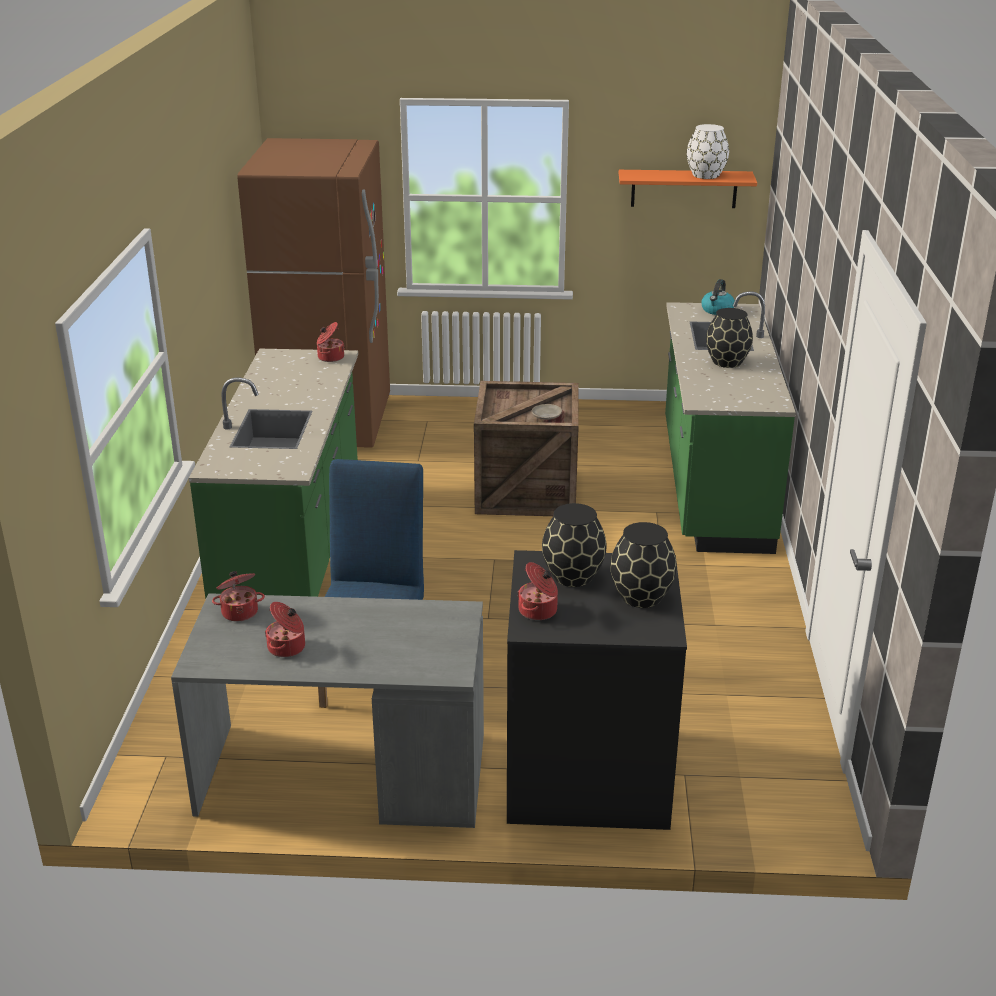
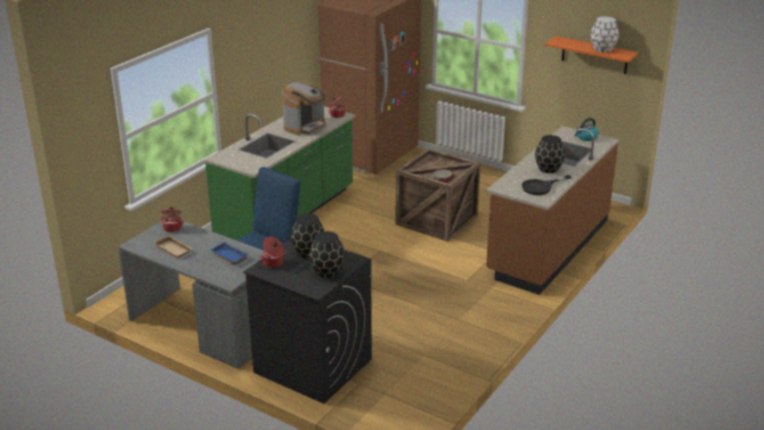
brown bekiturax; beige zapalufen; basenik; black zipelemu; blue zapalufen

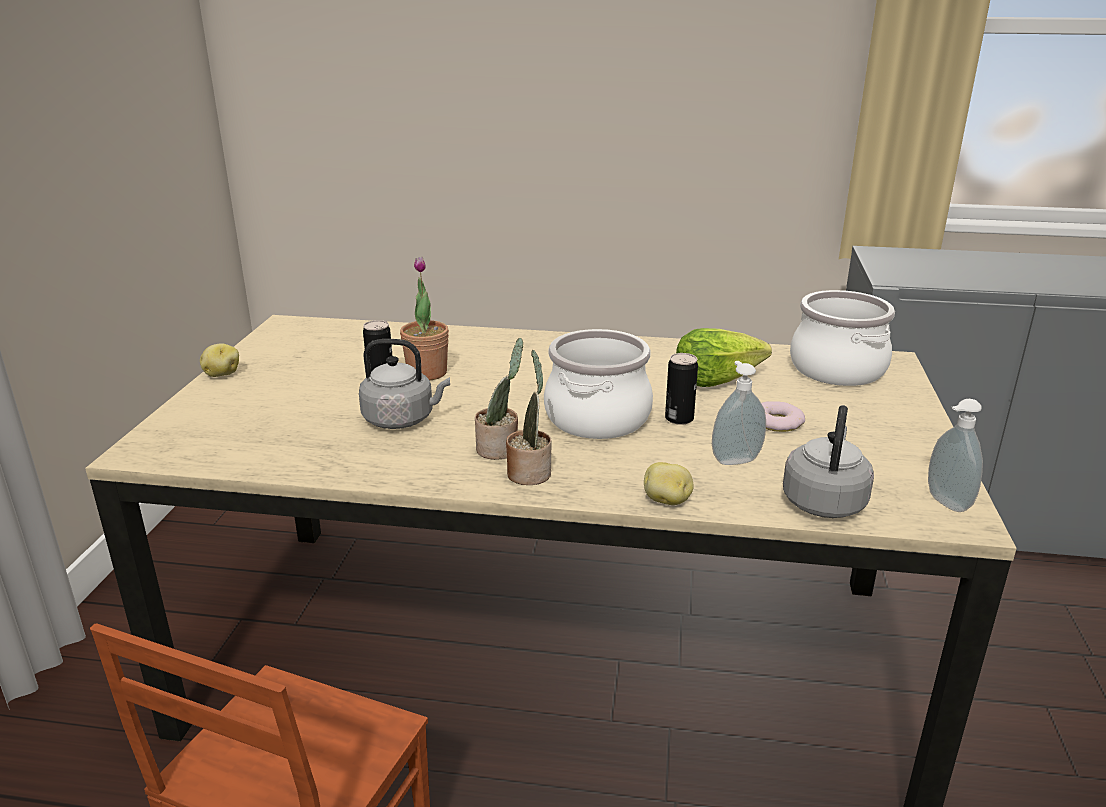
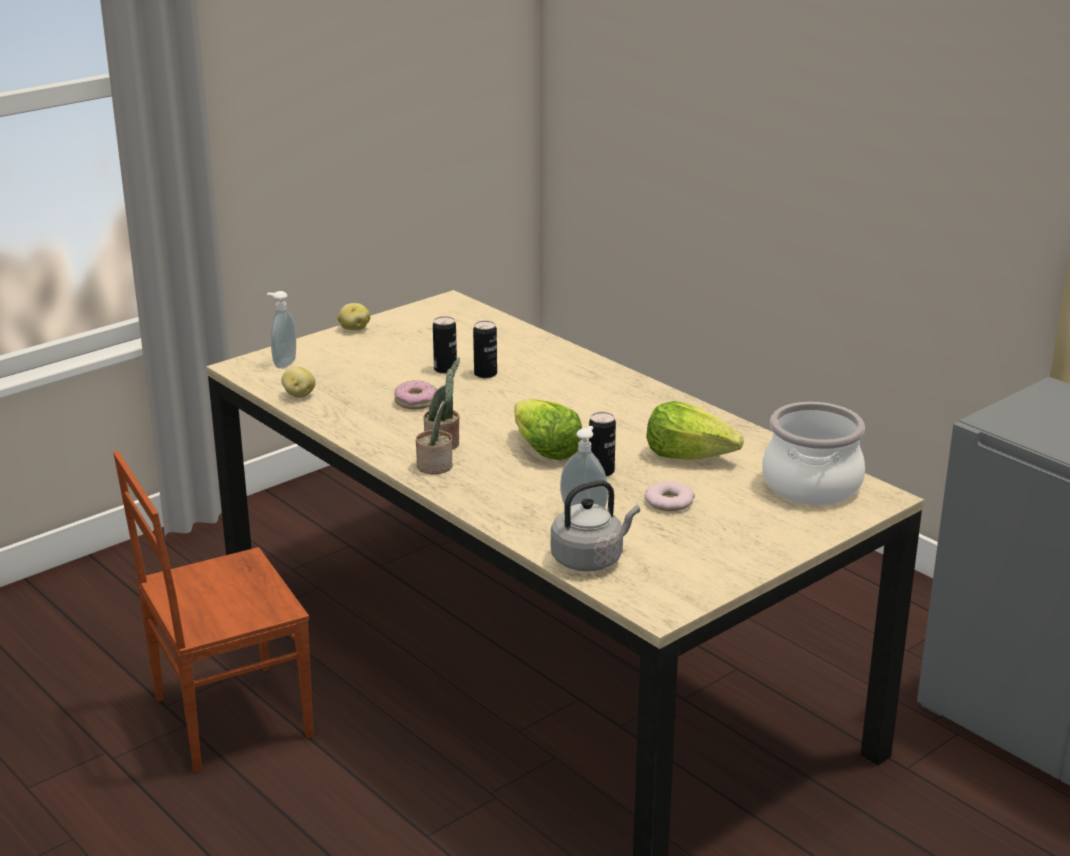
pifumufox (2nd from left); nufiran (1st from left); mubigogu (1st from left); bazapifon (1st from left); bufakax (1st from left)

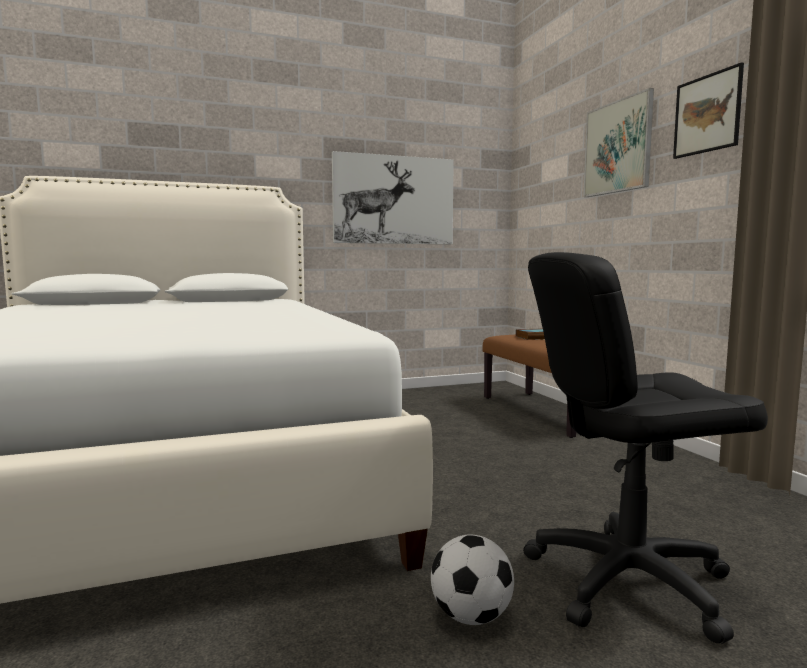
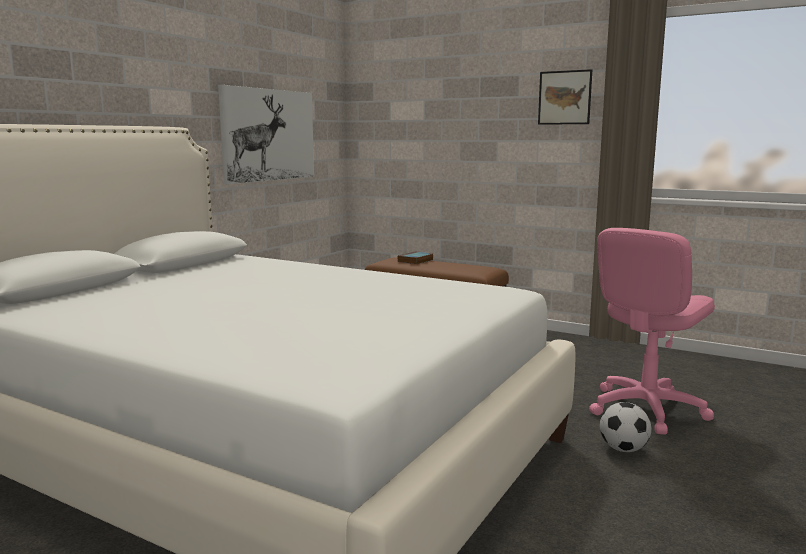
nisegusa (2nd from left in the first image); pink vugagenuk

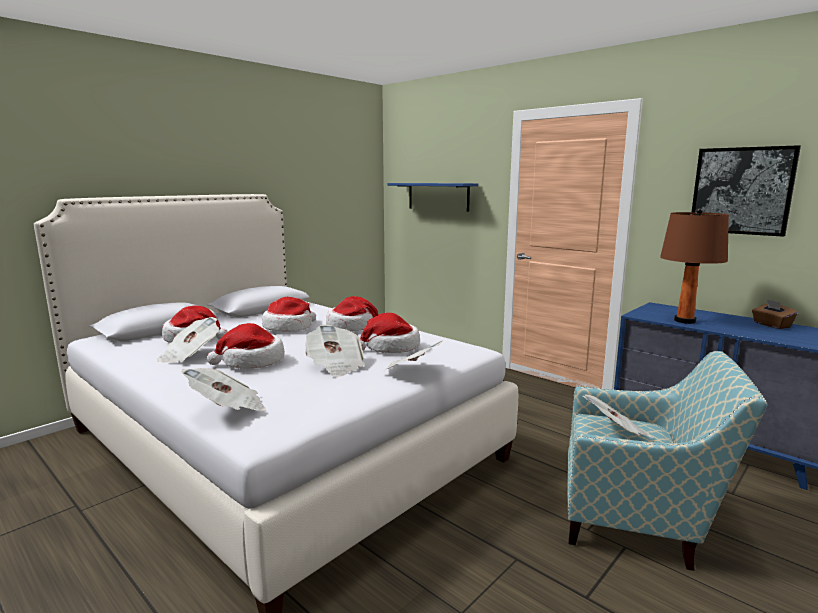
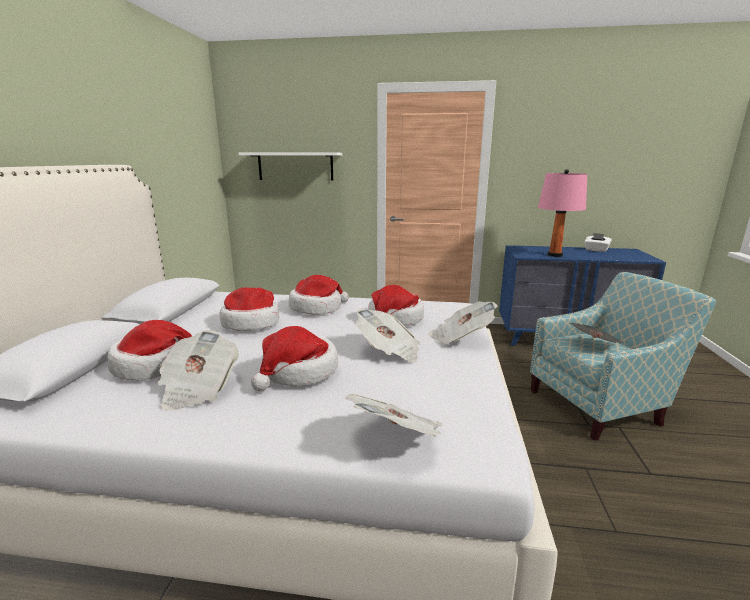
nisegusa; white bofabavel; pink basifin; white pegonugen

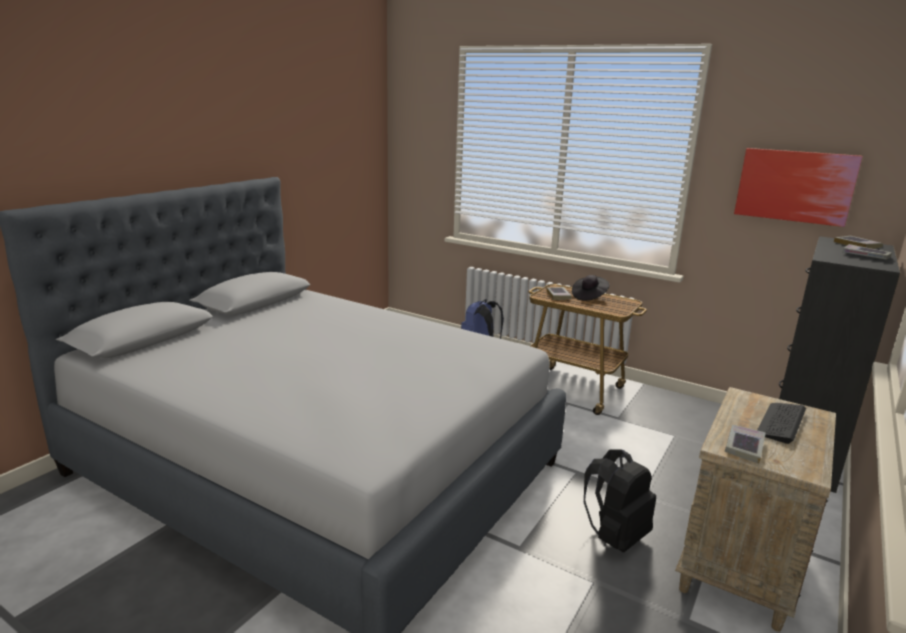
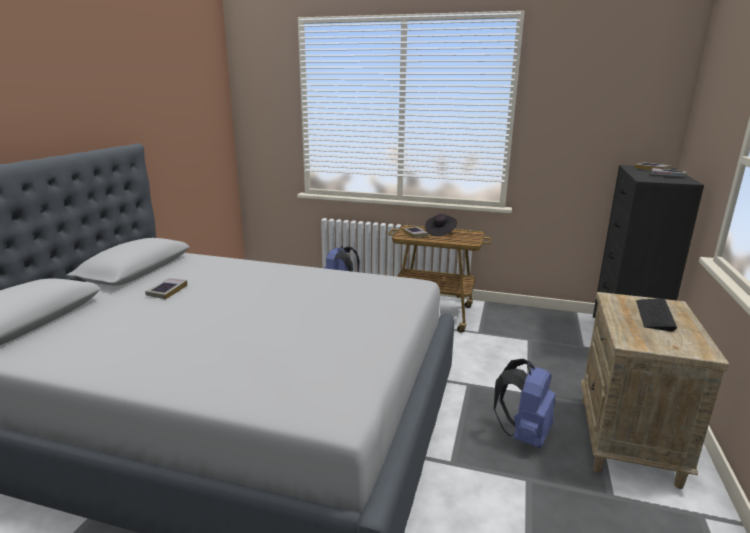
nisegusa; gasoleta (1st from left); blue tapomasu (2nd from left)

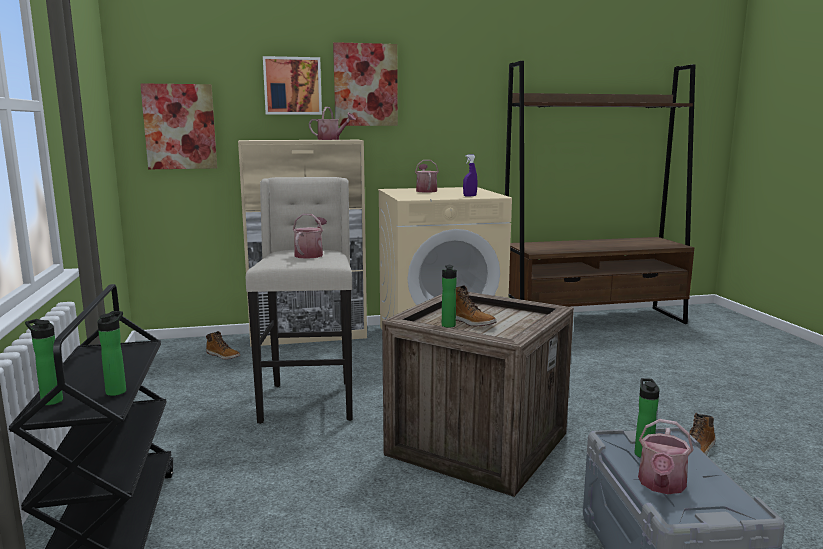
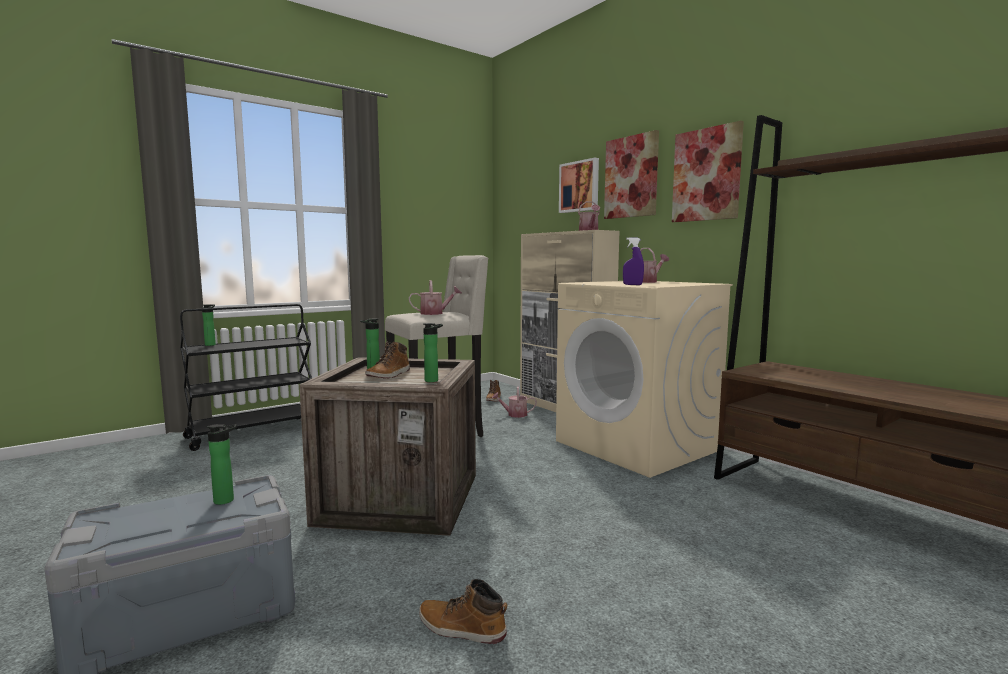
nisegusa (3rd from left); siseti (4th from left); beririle (2nd from left)

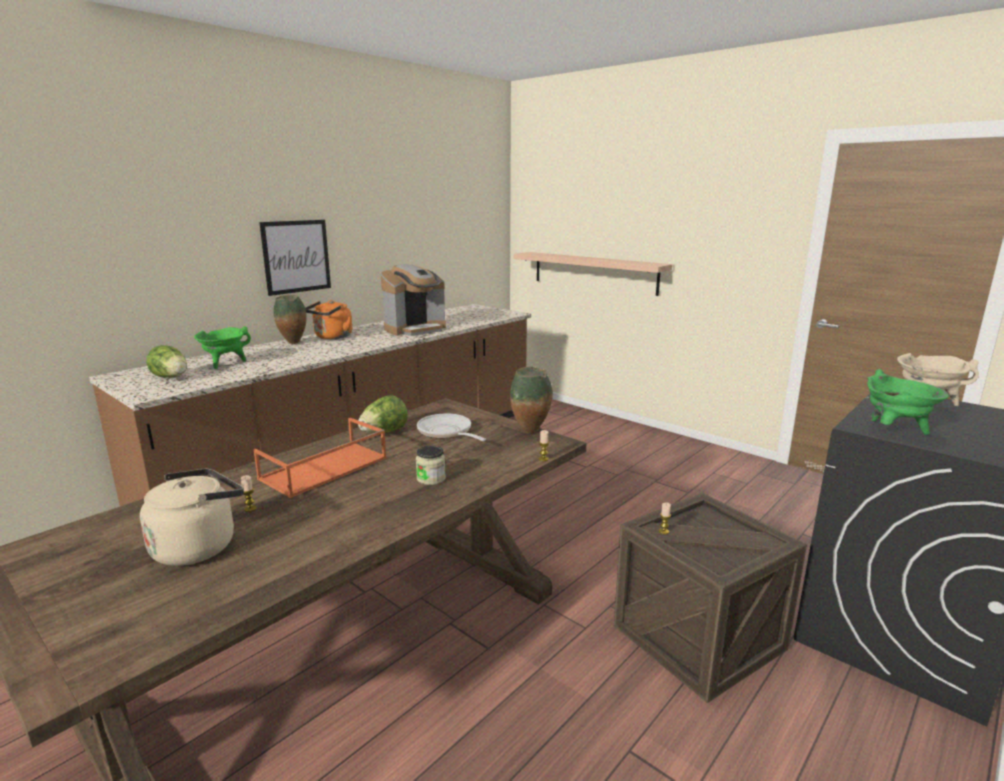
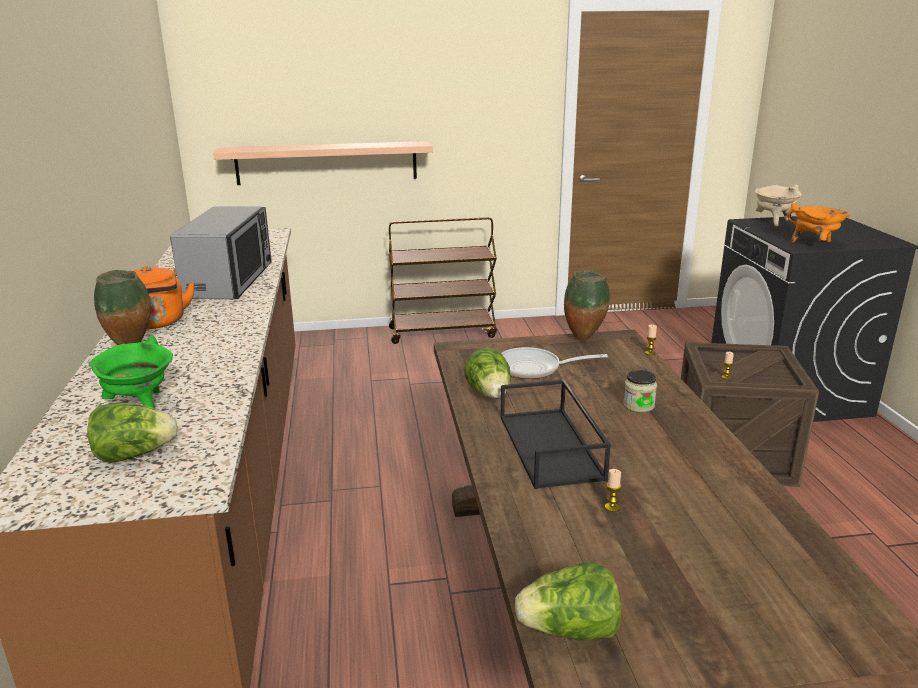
nisegusa; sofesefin; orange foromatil; black zapalufen; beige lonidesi; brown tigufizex; nufiran (3rd from left)

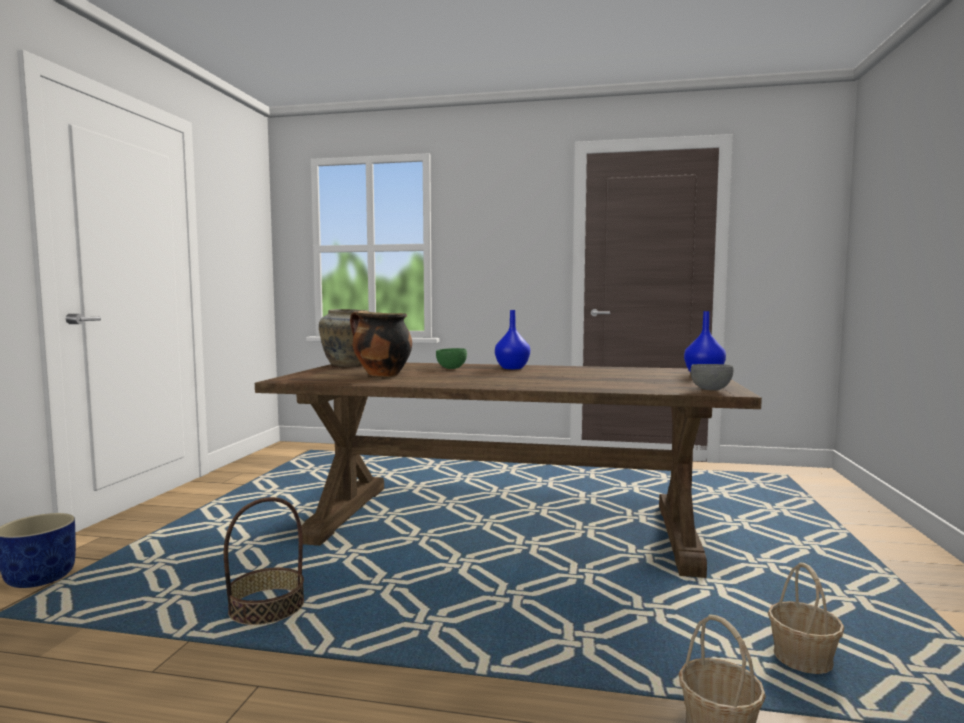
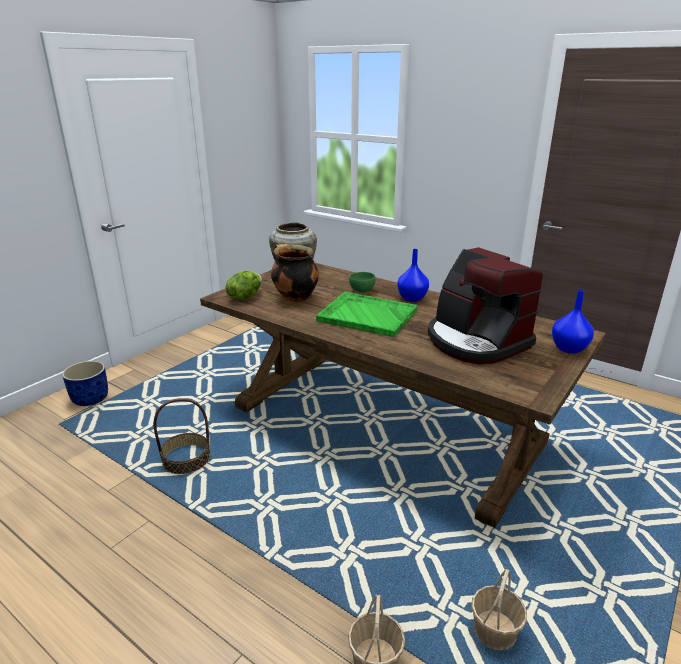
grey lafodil; basenik; nufiran; green zapalufen

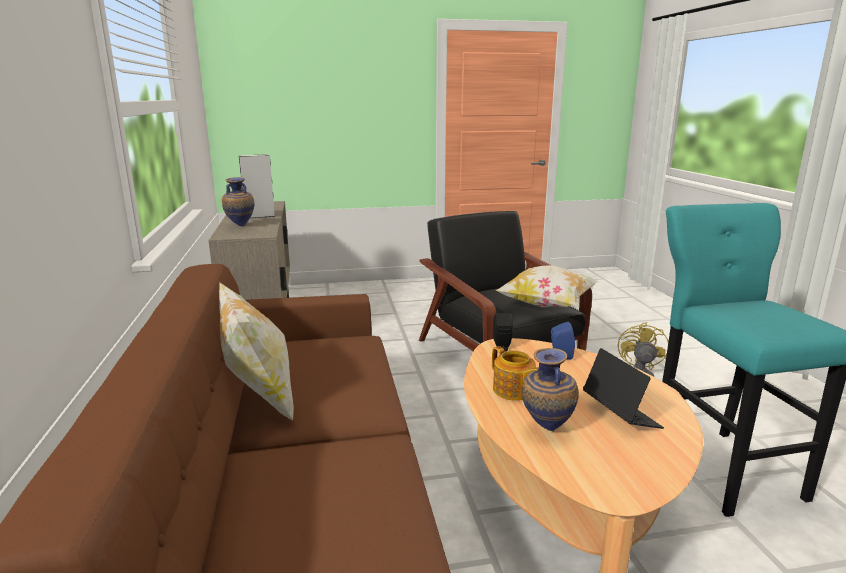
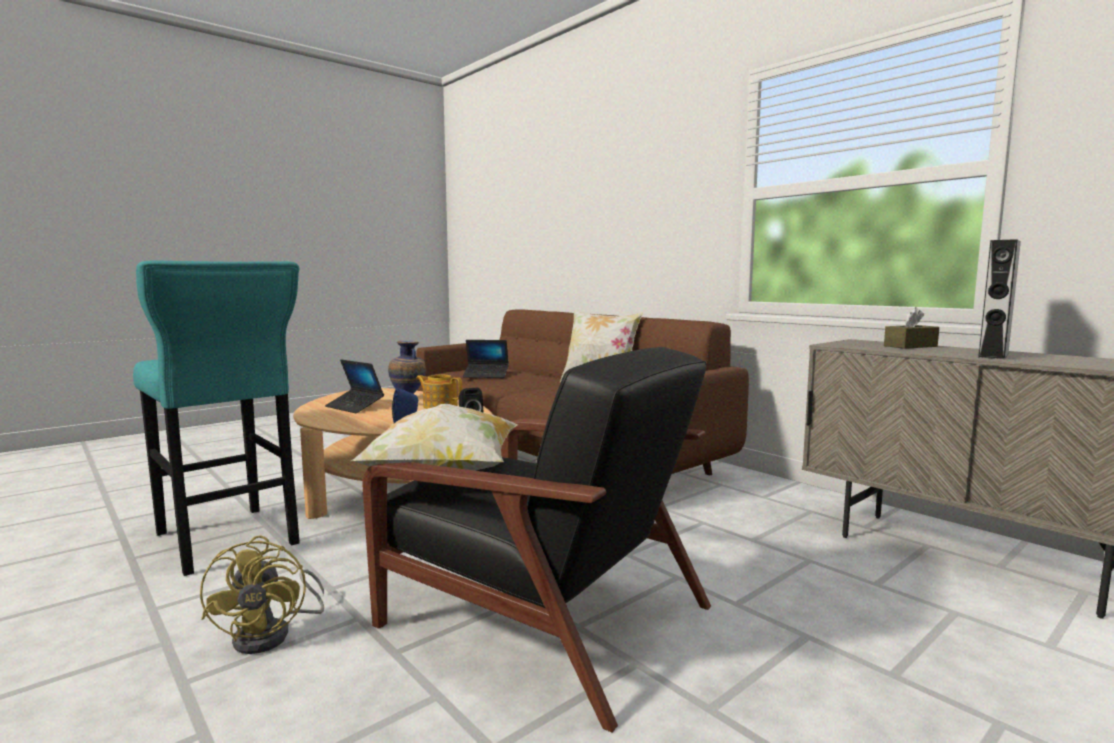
brown pegonugen; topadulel (2nd from left)

